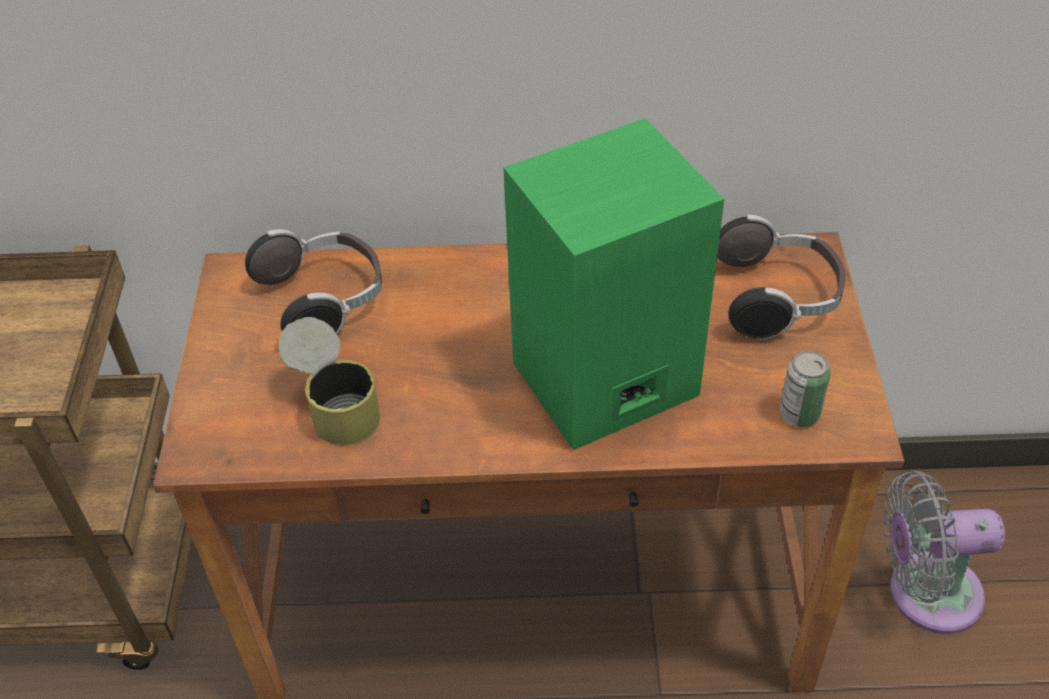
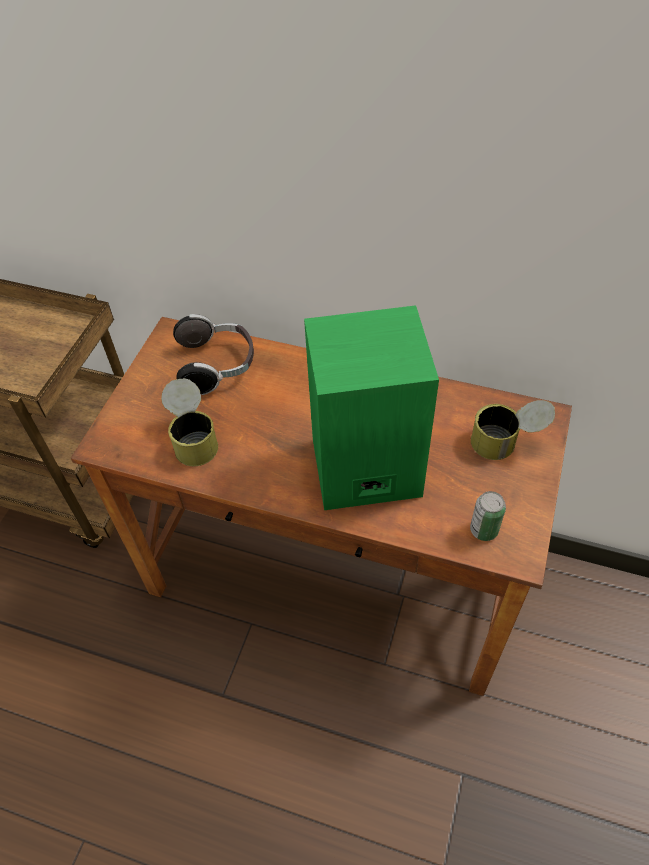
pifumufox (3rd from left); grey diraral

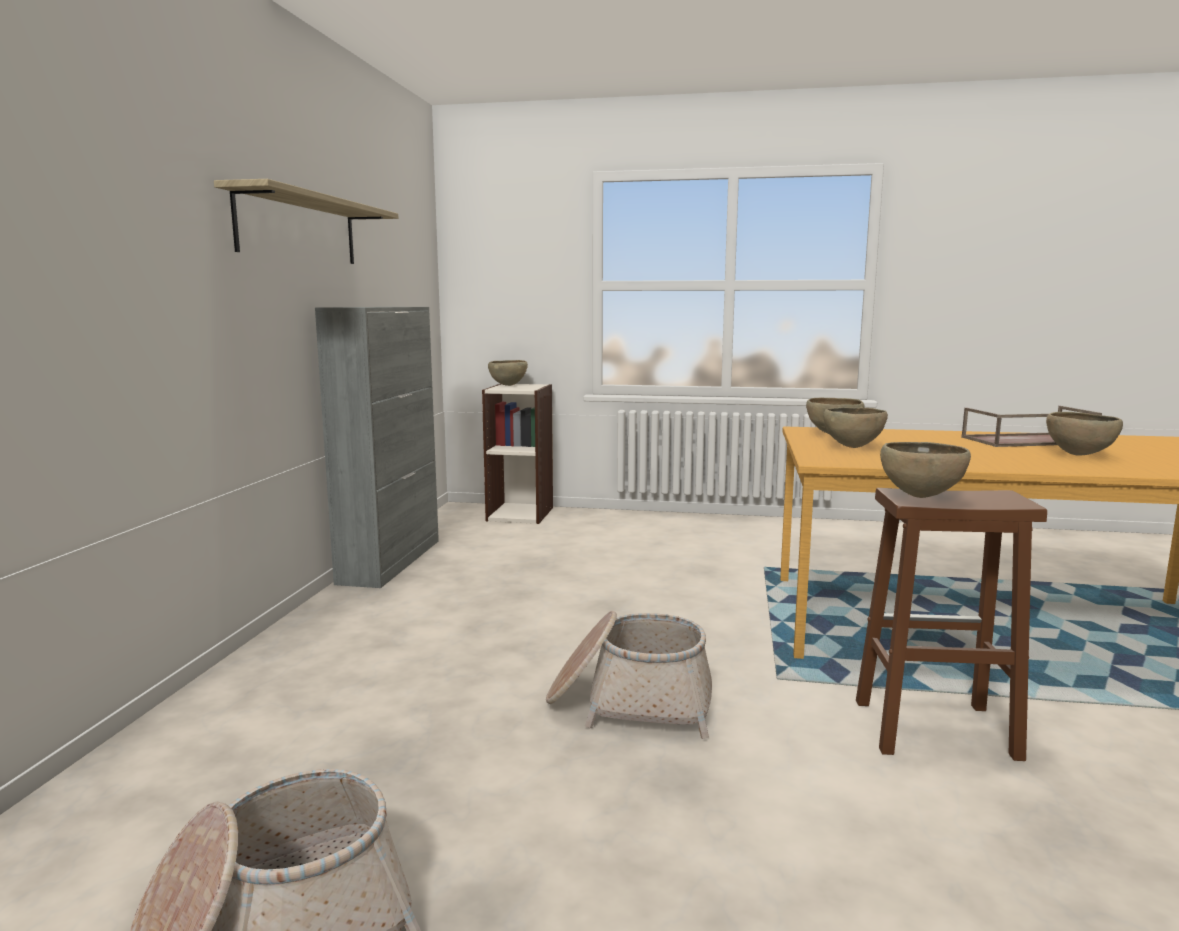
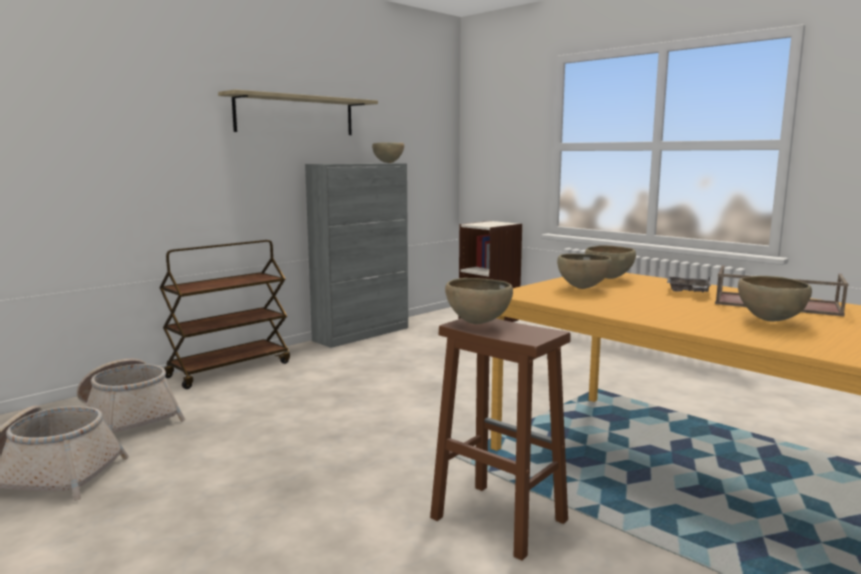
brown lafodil (1st from left); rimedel (2nd from left); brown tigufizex; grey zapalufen

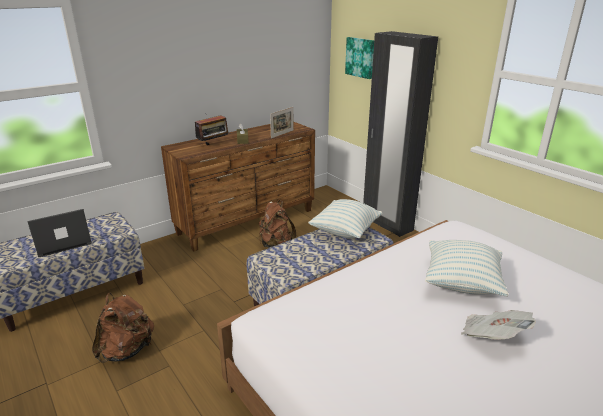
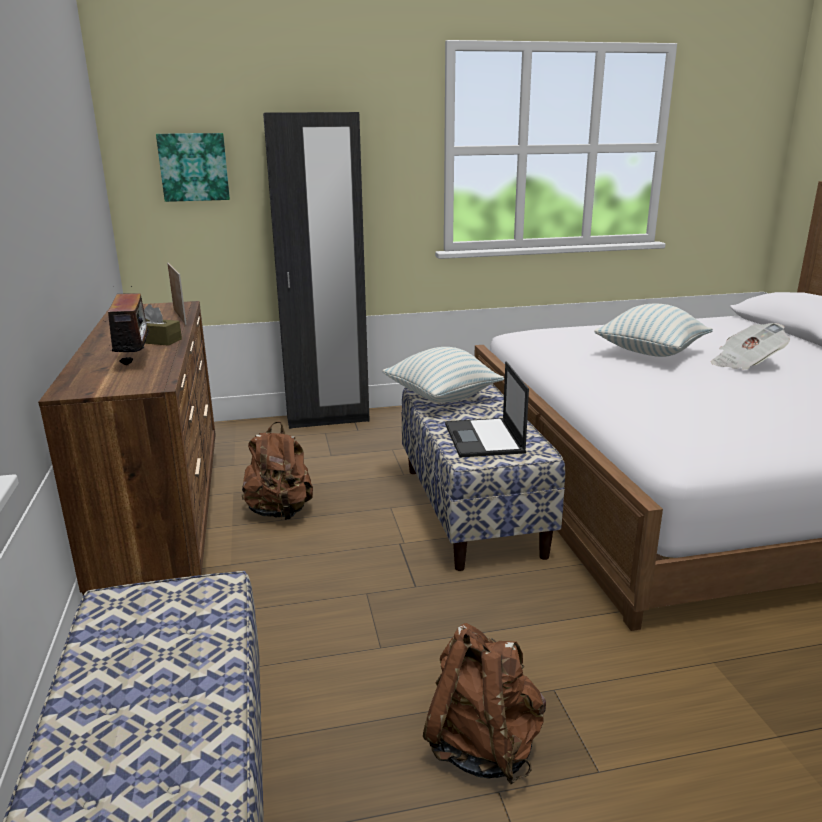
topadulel

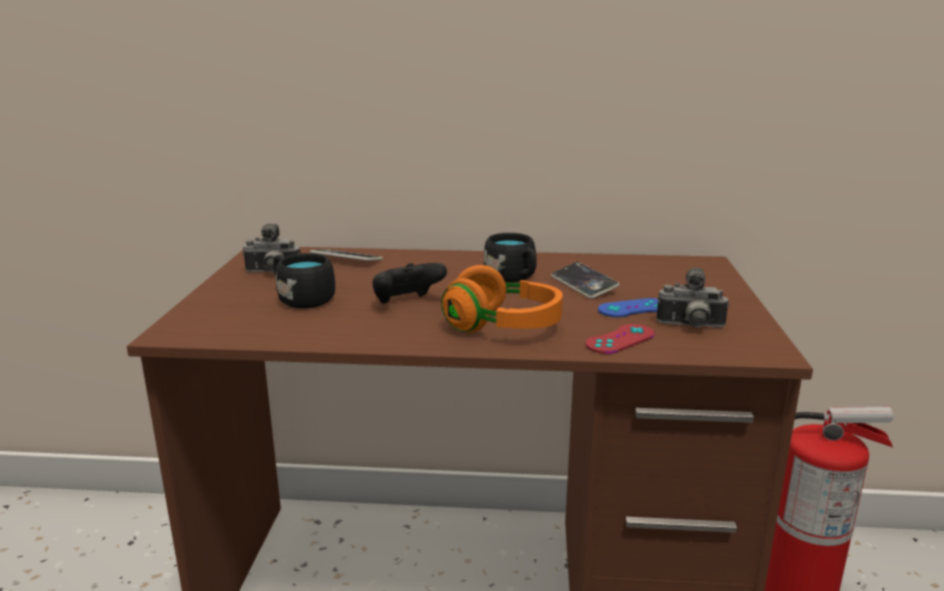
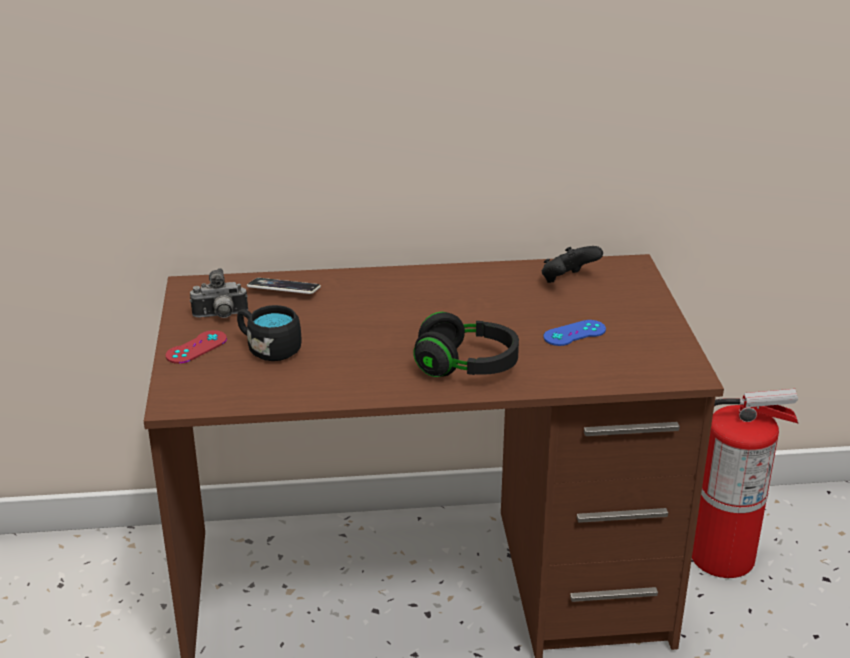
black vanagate (2nd from left in the first image); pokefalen (2nd from left in the first image); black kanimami; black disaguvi; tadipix (2nd from left in the first image); red kanimami

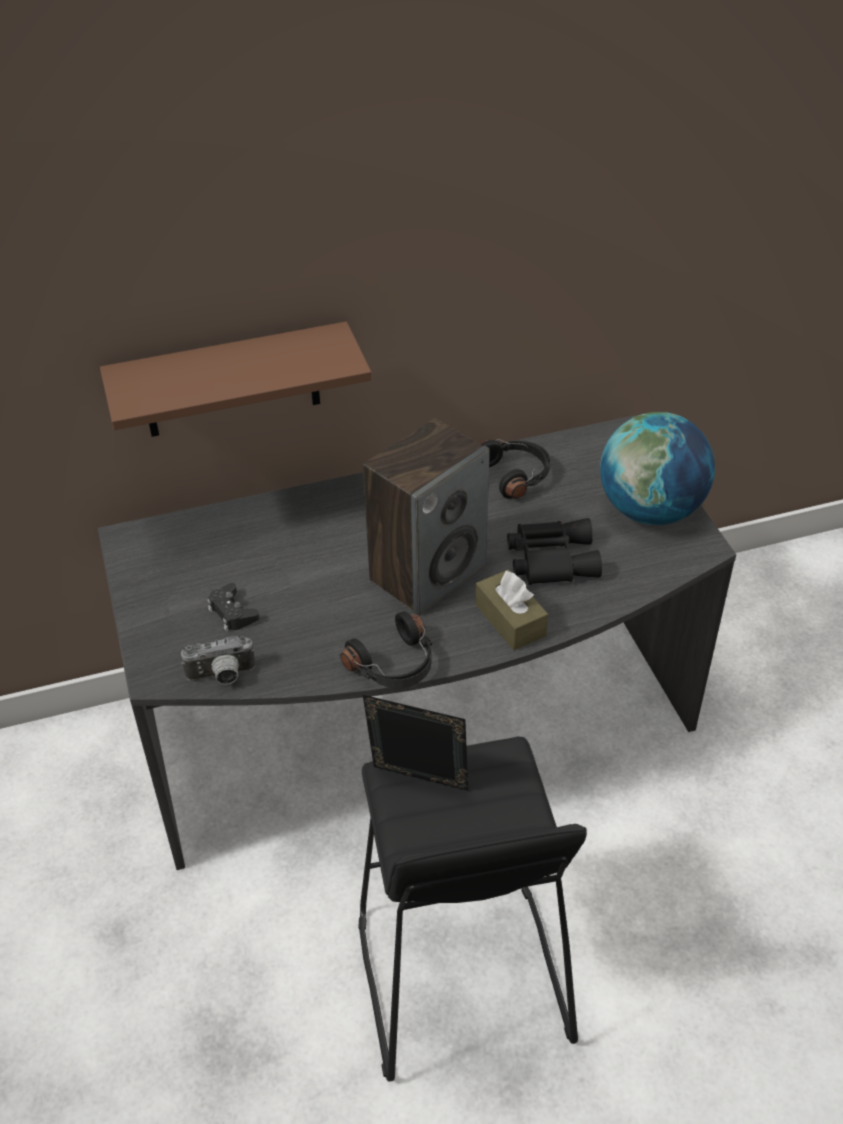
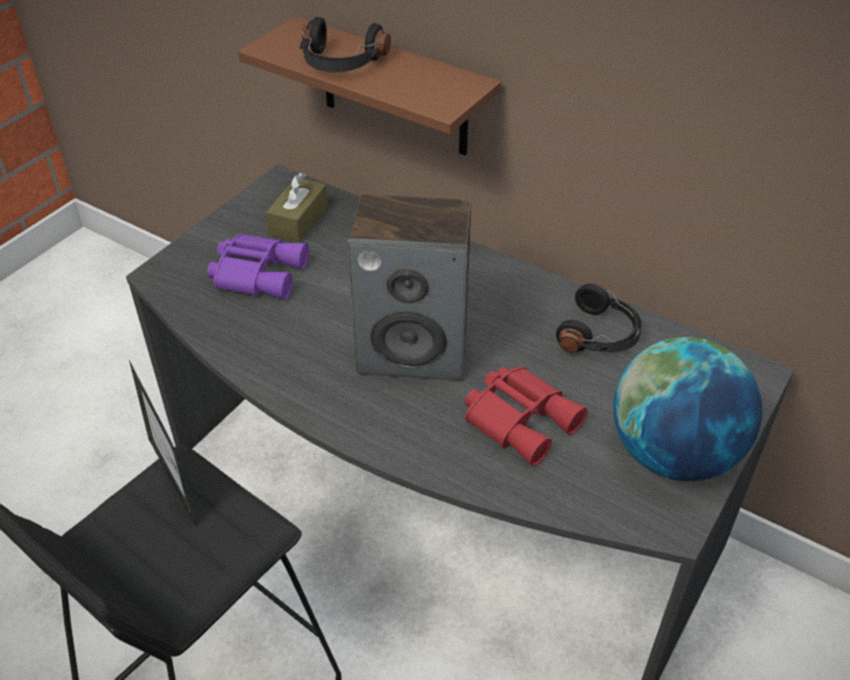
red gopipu; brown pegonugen; purple gopipu; black disaguvi (1st from left); tadipix

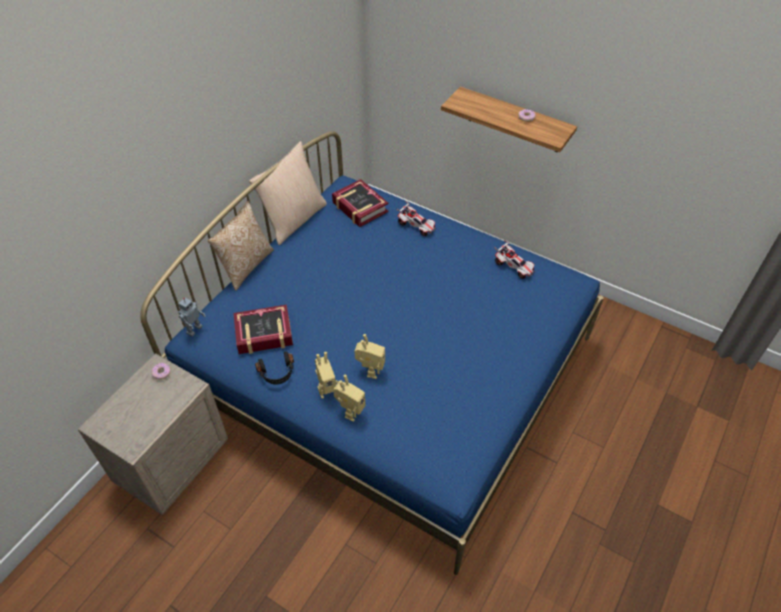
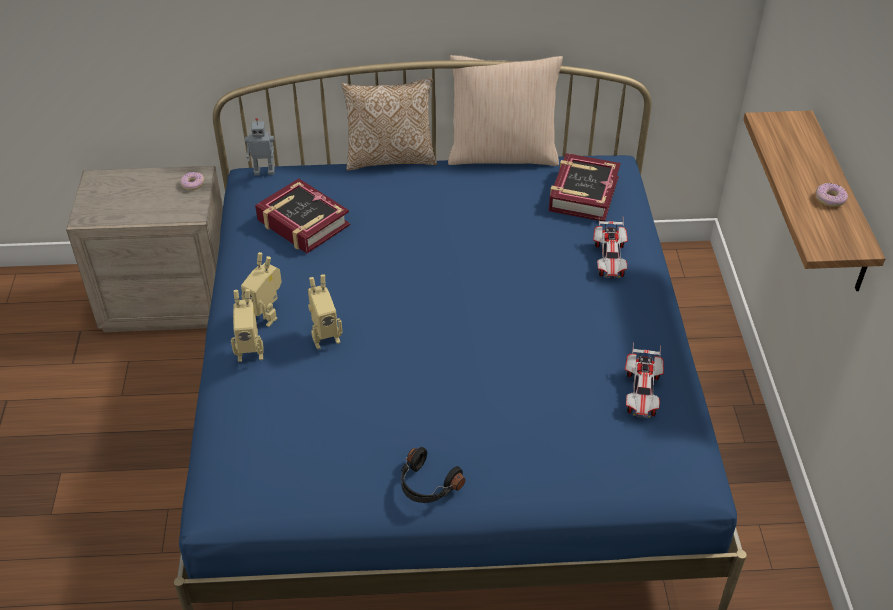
black disaguvi

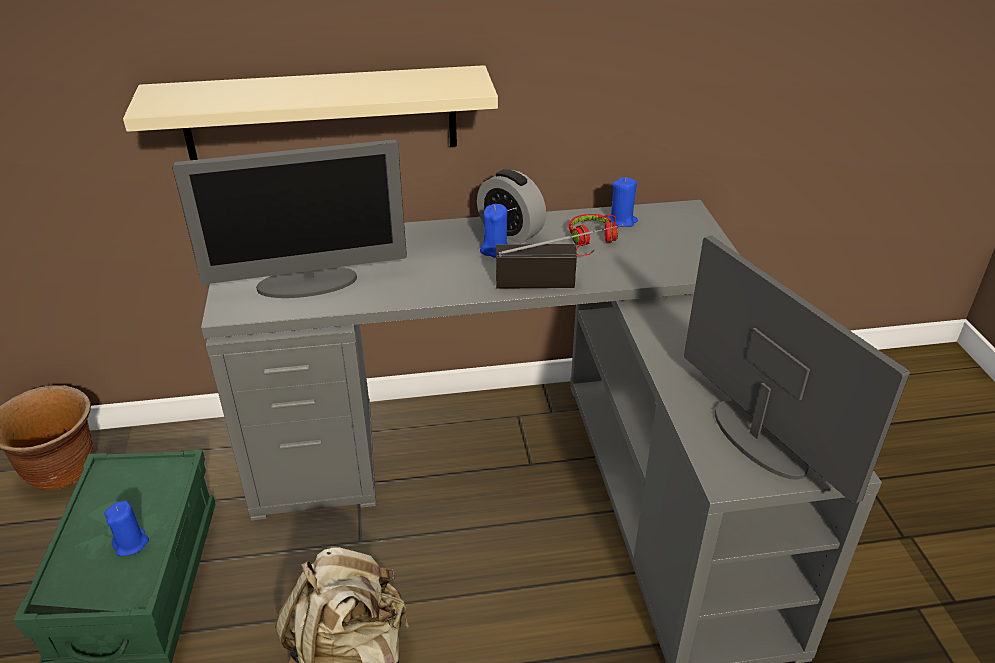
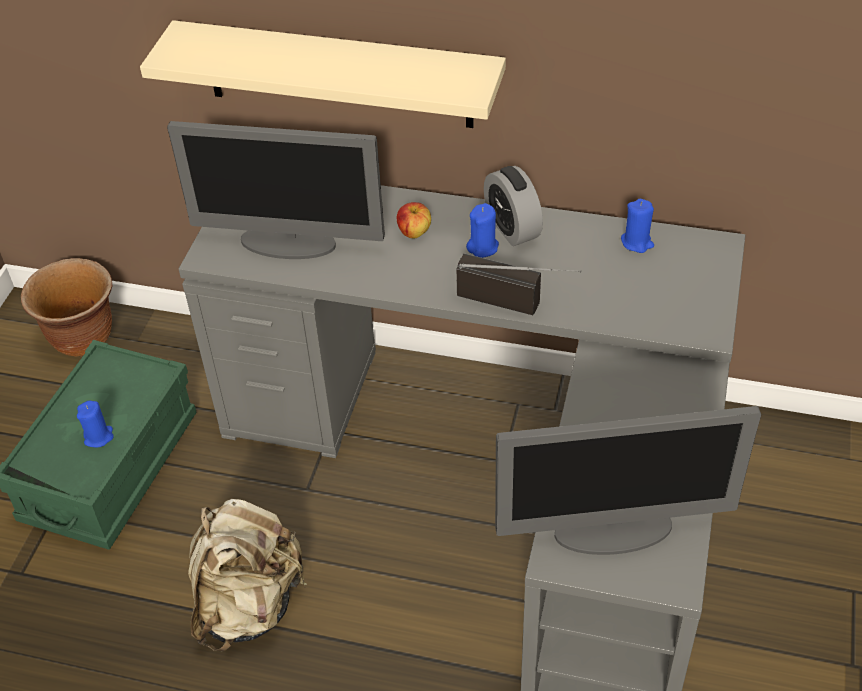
red disaguvi; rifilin (2nd from left); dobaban

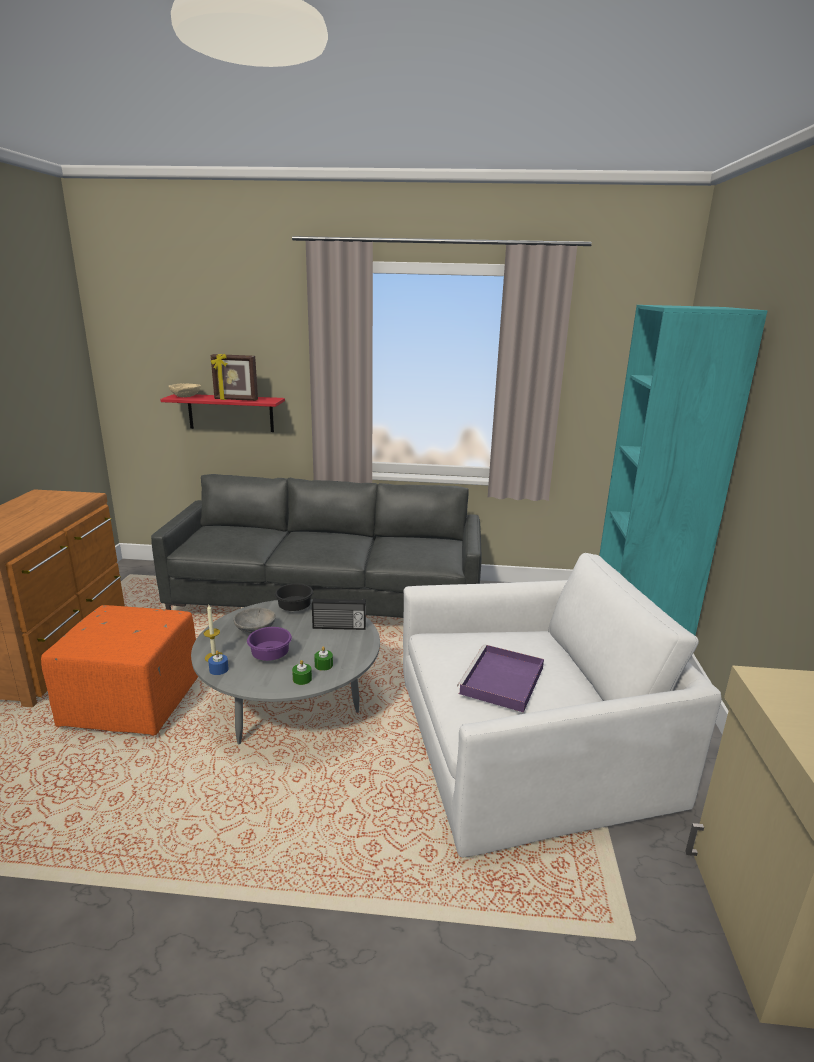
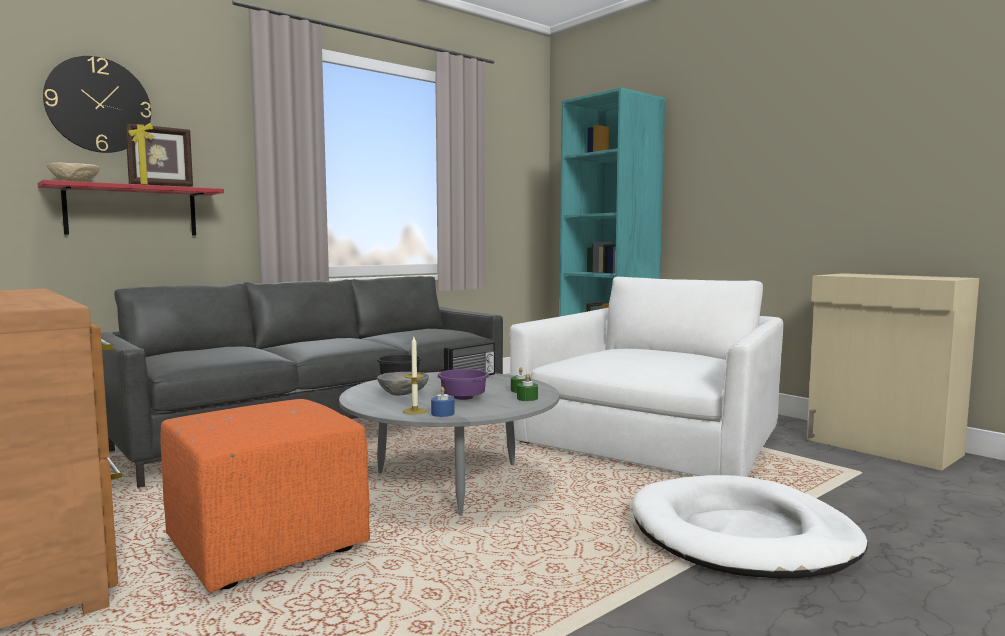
purple zapalufen; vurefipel; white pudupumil

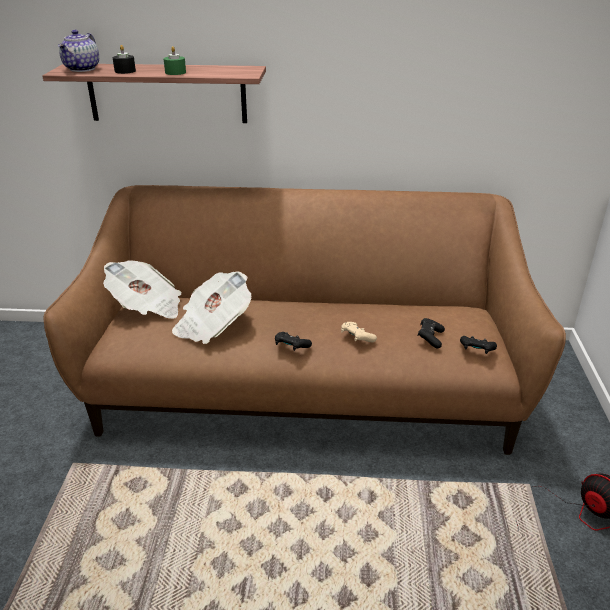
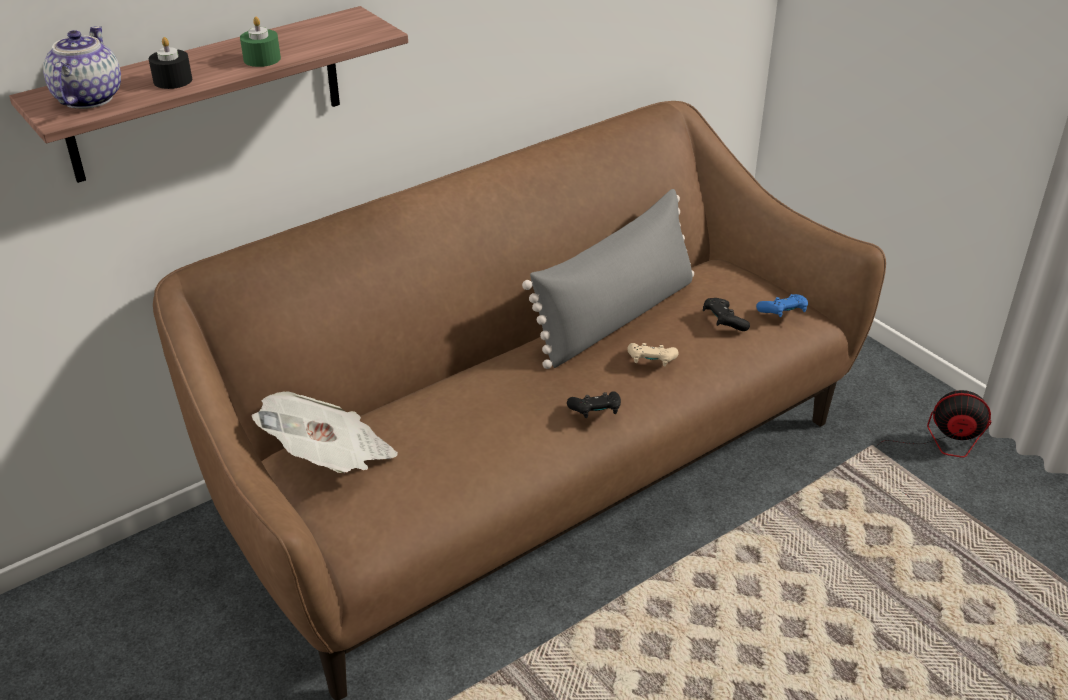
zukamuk; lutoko (2nd from left in the first image); blue kanimami; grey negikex

